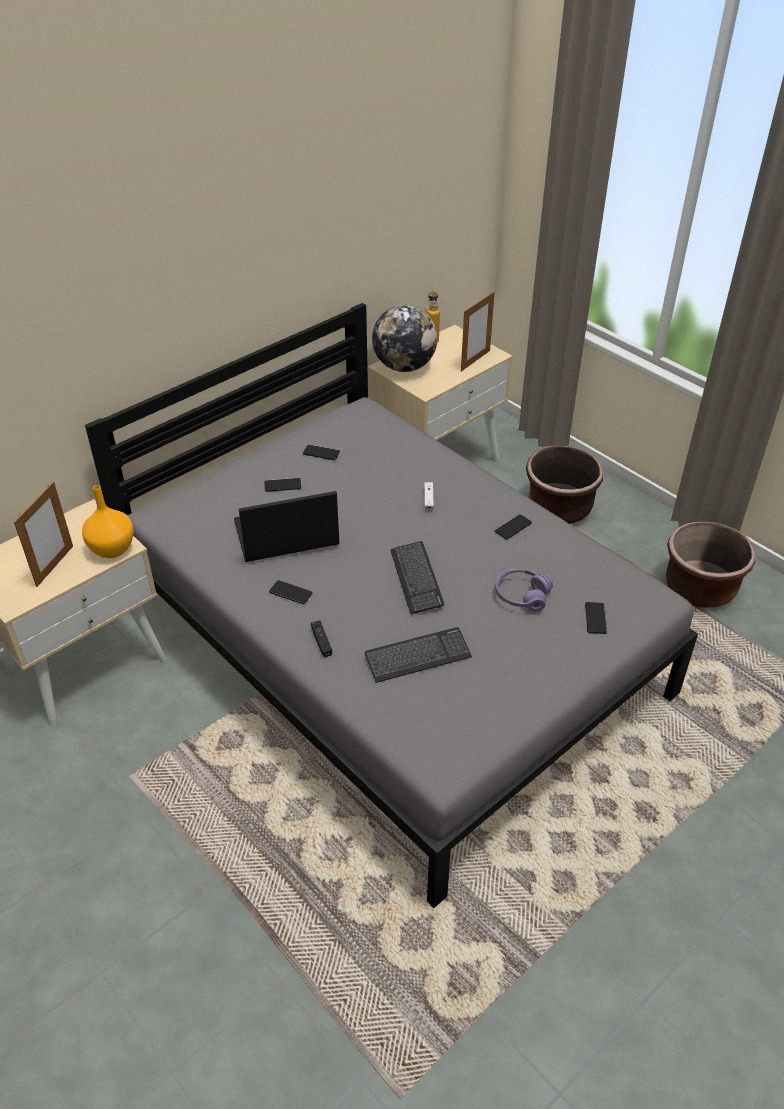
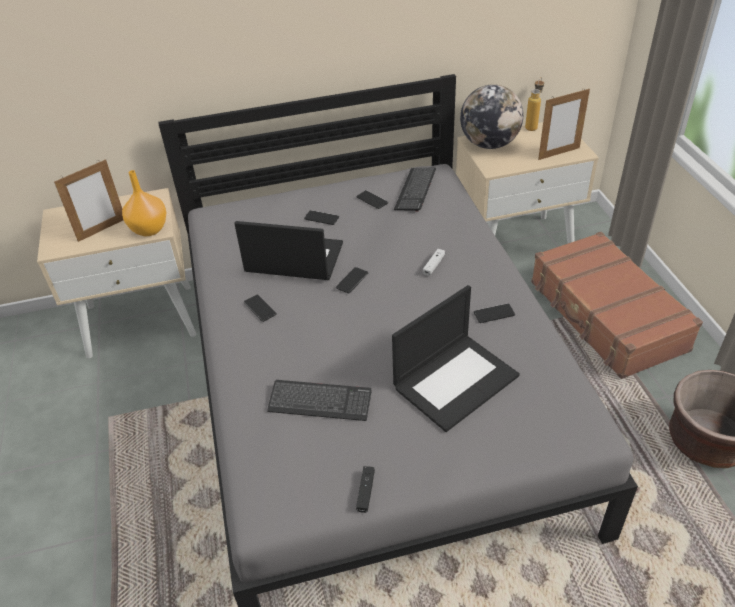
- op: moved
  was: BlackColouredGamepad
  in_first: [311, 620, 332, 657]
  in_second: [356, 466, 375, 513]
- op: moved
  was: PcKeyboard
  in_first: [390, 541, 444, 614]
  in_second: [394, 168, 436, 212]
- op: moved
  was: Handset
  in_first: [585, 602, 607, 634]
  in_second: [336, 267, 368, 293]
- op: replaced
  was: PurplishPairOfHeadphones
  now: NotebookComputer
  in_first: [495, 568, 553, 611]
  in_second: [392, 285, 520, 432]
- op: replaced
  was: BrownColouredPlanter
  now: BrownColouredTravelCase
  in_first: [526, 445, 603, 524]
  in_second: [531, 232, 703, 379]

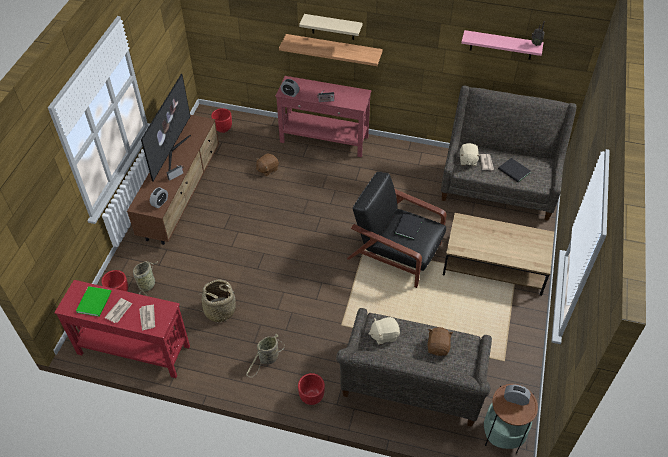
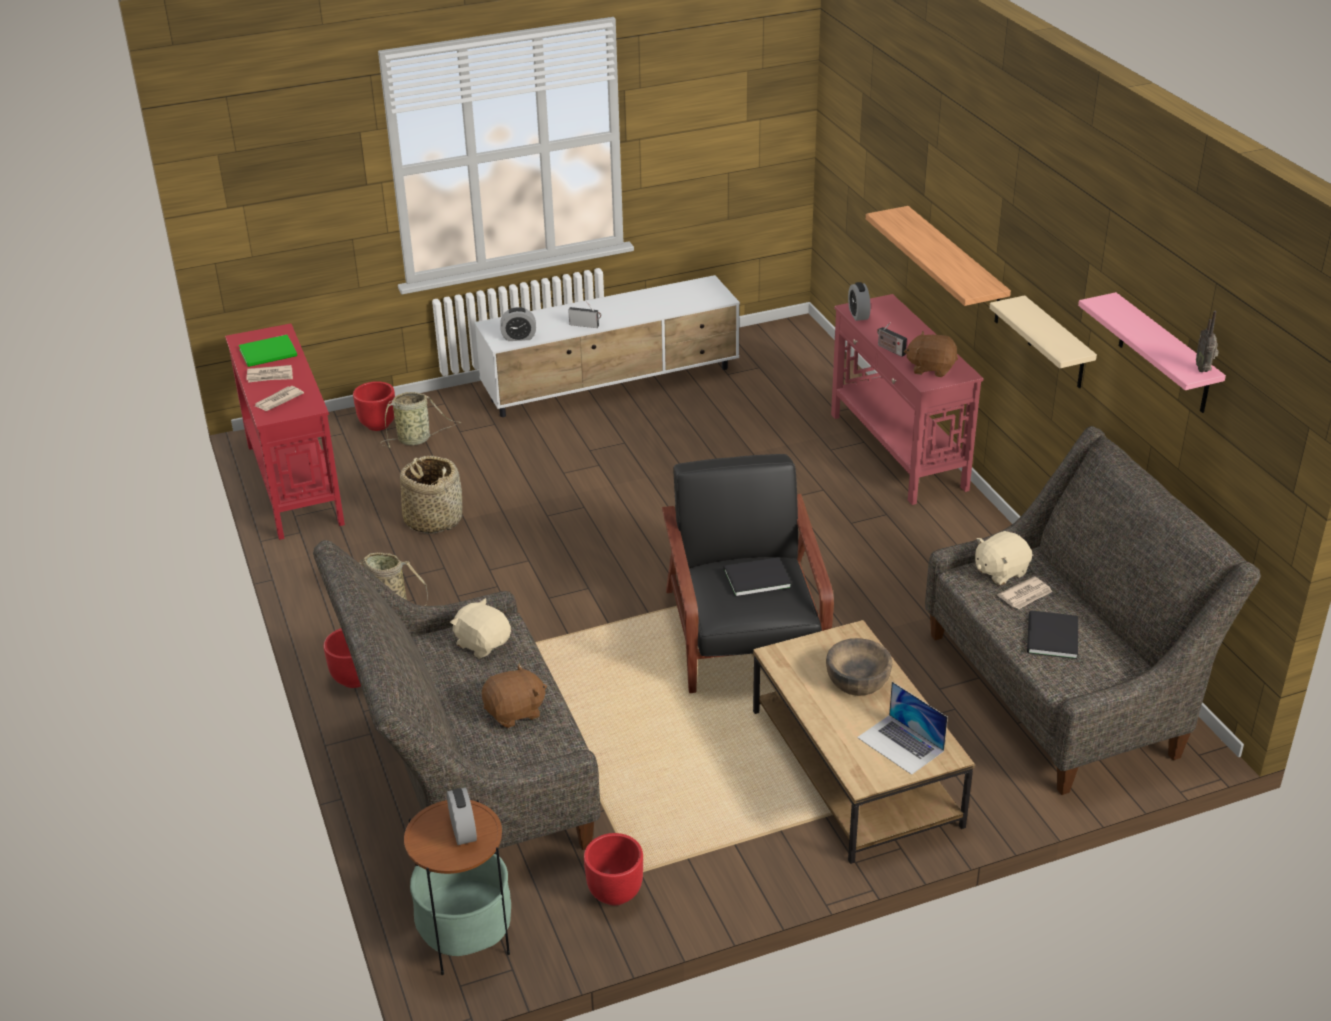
- op: removed
  was: TvSet
  in_first: [141, 74, 191, 182]
- op: added
  now: BrownColouredServingBowl
  in_second: [826, 638, 892, 696]
- op: added
  now: NotebookComputer
  in_second: [857, 682, 948, 775]
- op: moved
  was: ReddishPlanter
  in_first: [211, 108, 232, 133]
  in_second: [584, 833, 643, 906]
- op: moved
  was: BrownColouredCuddlyToy
  in_first: [256, 153, 279, 176]
  in_second: [904, 331, 958, 377]
- op: moved
  was: SandColouredWallShelf
  in_first: [299, 14, 363, 40]
  in_second: [989, 295, 1097, 388]
- op: recoloured
  was: BrownColouredTvStand
  now: WhiteColouredTvStand
  in_first: [127, 115, 219, 245]
  in_second: [474, 275, 740, 417]

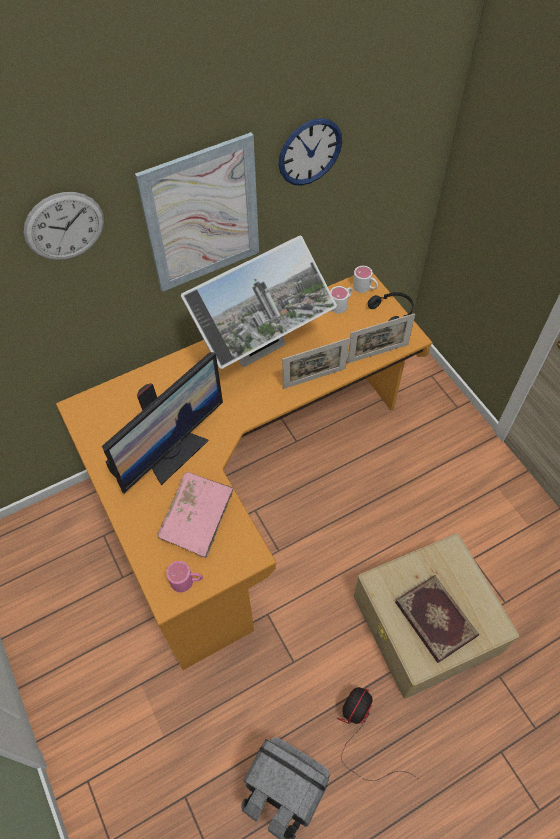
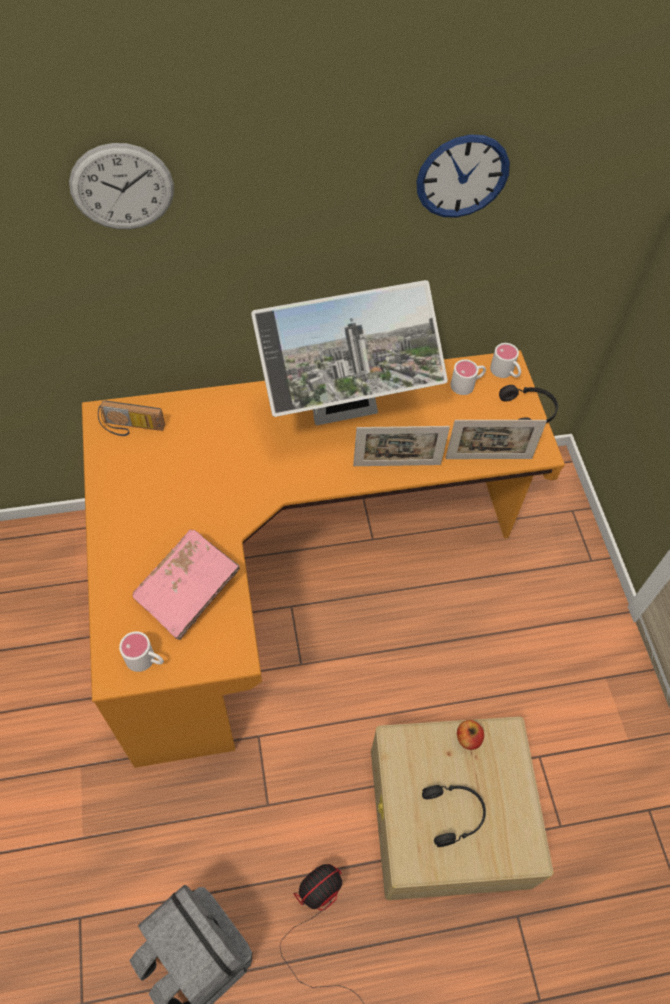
- op: removed
  was: Monitor
  in_first: [102, 352, 223, 493]
- op: removed
  was: WallArt
  in_first: [135, 132, 259, 292]
- op: added
  now: RadioReceiver
  in_second: [98, 400, 165, 436]
- op: added
  now: Apple
  in_second: [457, 720, 484, 750]
- op: replaced
  was: Book
  now: BlackColouredPairOfHeadphones
  in_first: [395, 575, 479, 663]
  in_second: [422, 785, 486, 847]
- op: recoloured
  was: PinkColouredCoffeeMug
  now: WhiteColouredCoffeeMug
  in_first: [166, 561, 203, 592]
  in_second: [119, 631, 164, 672]

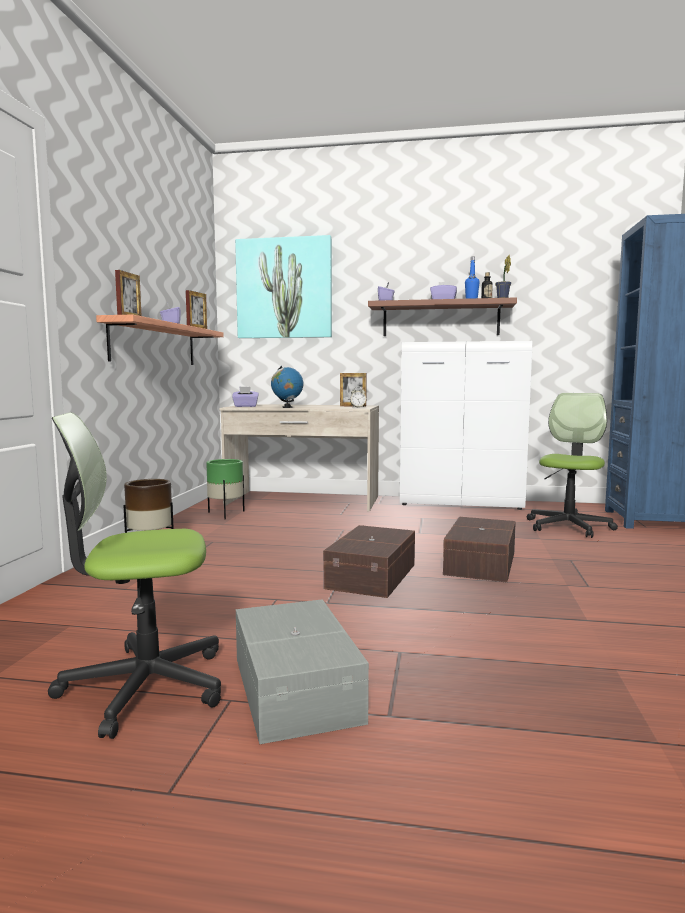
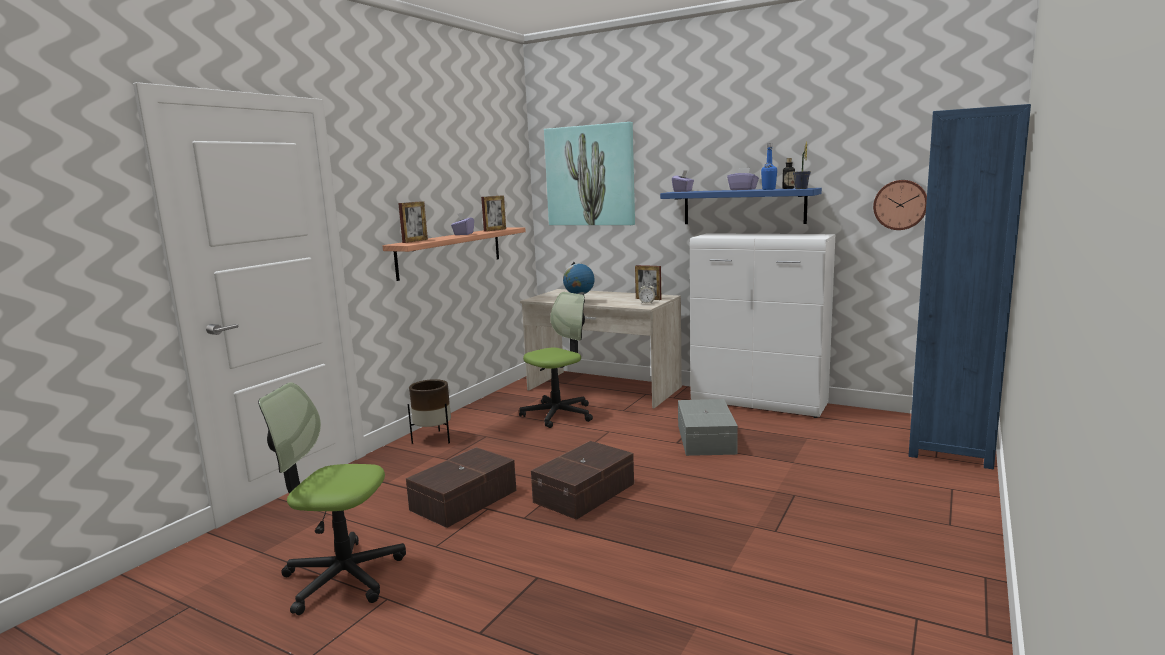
- op: removed
  was: GreenishPlanter
  in_first: [206, 459, 245, 519]
- op: removed
  was: PurplishBoxOfTissues
  in_first: [232, 387, 259, 407]
- op: added
  now: HangingClock
  in_second: [873, 180, 927, 230]
- op: moved
  was: GrayStorageContainer
  in_first: [236, 599, 369, 744]
  in_second: [678, 399, 738, 456]
- op: moved
  was: BrownColouredStorageContainer
  in_first: [443, 517, 516, 583]
  in_second: [406, 447, 516, 528]
- op: moved
  was: ComputerChair
  in_first: [527, 393, 618, 538]
  in_second: [519, 292, 593, 428]
- op: recoloured
  was: BrownColouredWallShelf
  now: BlueWallShelf
  in_first: [368, 297, 517, 336]
  in_second: [660, 188, 822, 224]

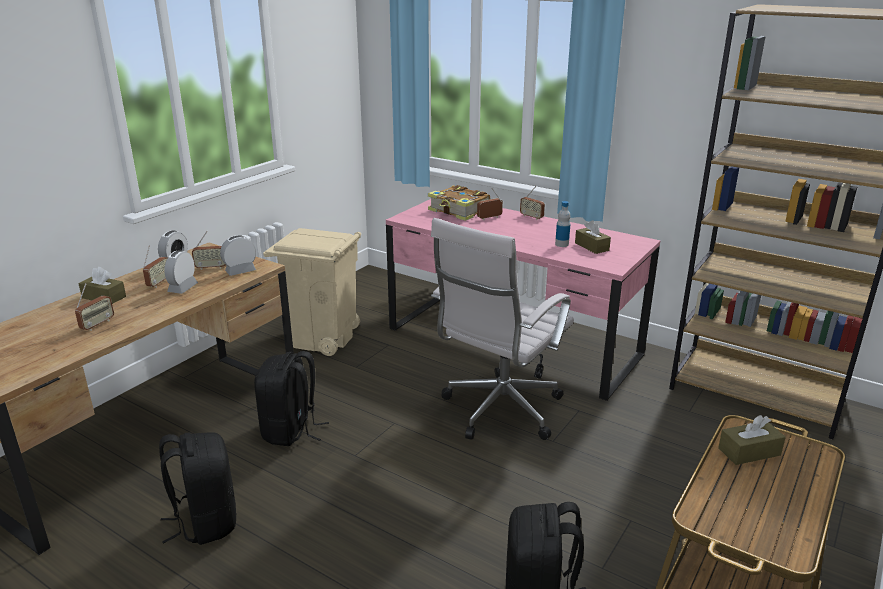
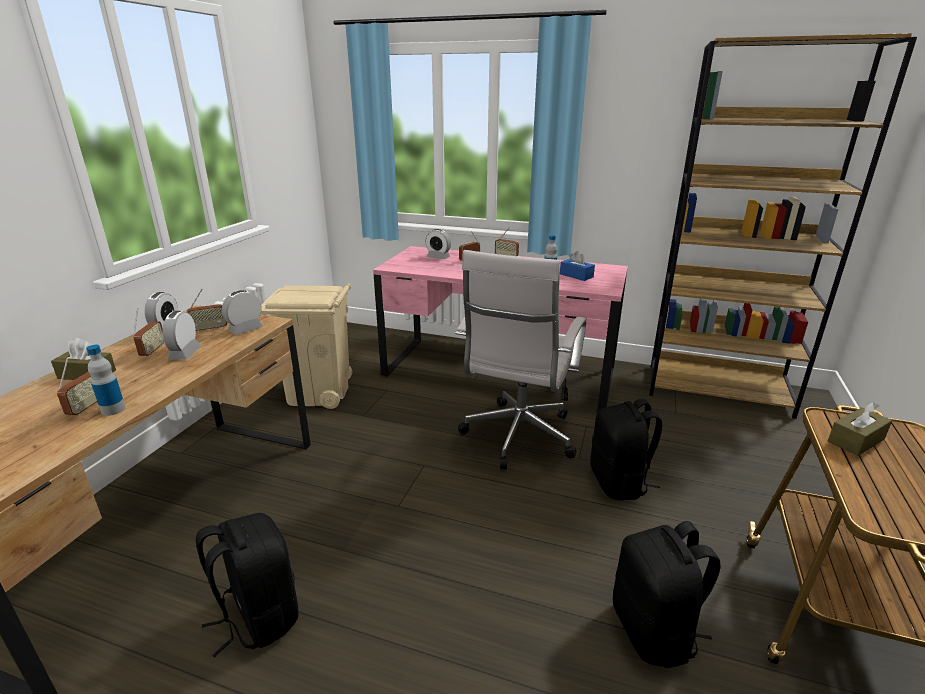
- op: added
  now: DrinkBottle
  in_second: [86, 345, 126, 416]
- op: moved
  was: BlackColouredRucksack
  in_first: [254, 351, 329, 446]
  in_second: [590, 399, 662, 500]
- op: replaced
  was: Book
  now: AlarmClock
  in_first: [428, 185, 490, 221]
  in_second: [425, 229, 451, 259]
- op: recoloured
  was: BrownColouredBoxOfTissues
  now: BlueBoxOfTissues
  in_first: [575, 220, 611, 254]
  in_second: [560, 251, 595, 281]

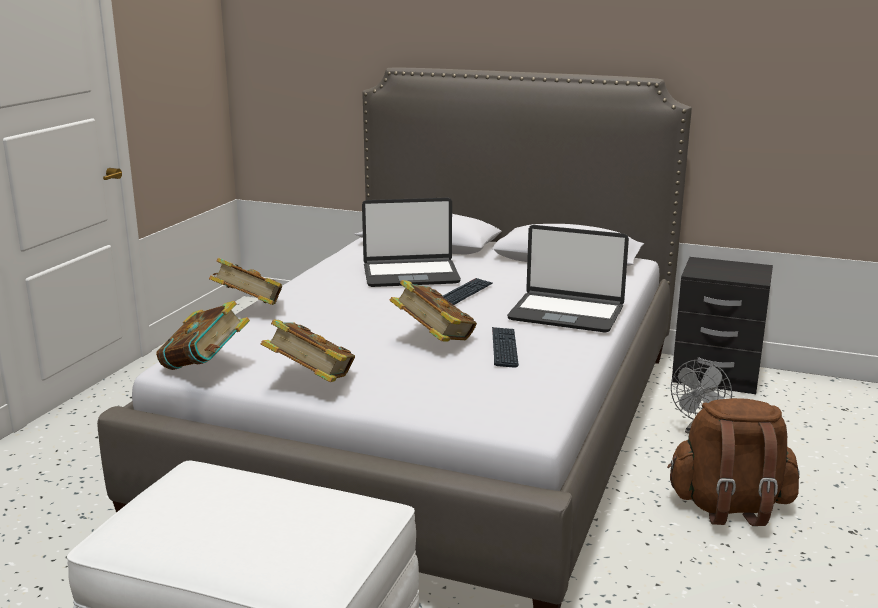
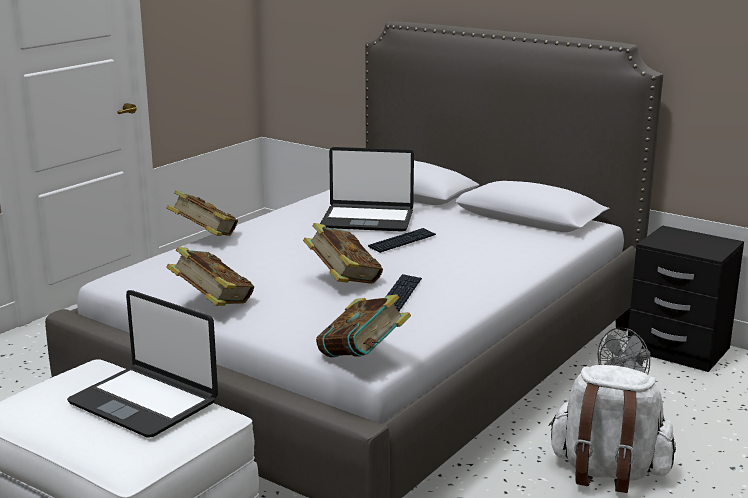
- op: moved
  was: Book
  in_first: [156, 301, 250, 370]
  in_second: [316, 294, 411, 357]
- op: moved
  was: NotebookComputer
  in_first: [507, 225, 629, 333]
  in_second: [67, 290, 218, 437]
- op: recoloured
  was: BrownColouredRucksack
  now: WhiteColouredRucksack
  in_first: [667, 398, 800, 526]
  in_second: [548, 365, 676, 493]

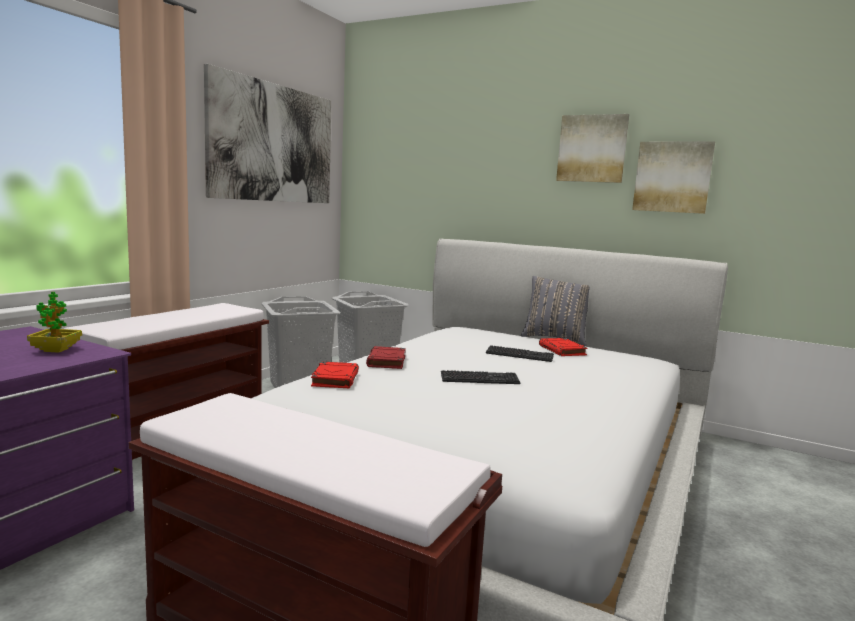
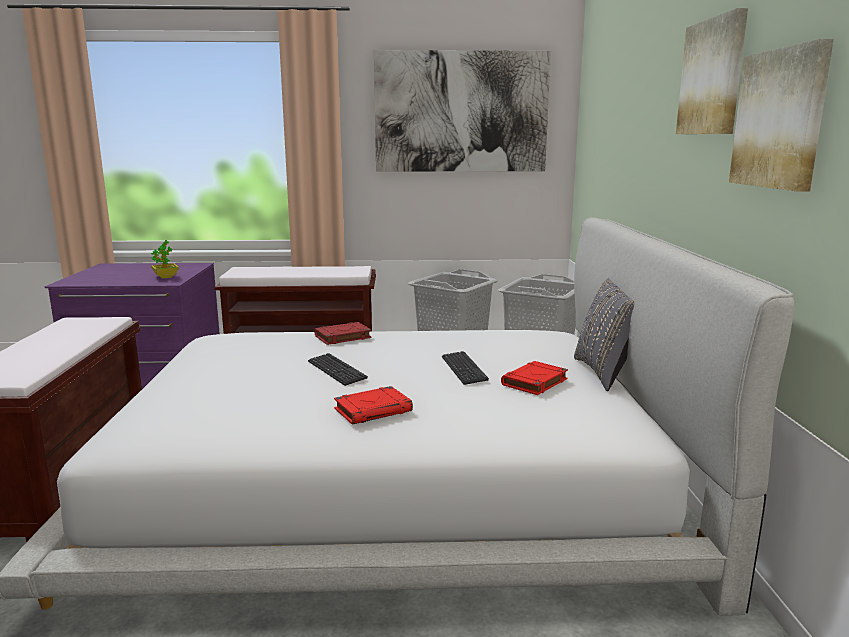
- op: moved
  was: ReddishBook
  in_first: [311, 362, 359, 388]
  in_second: [334, 386, 413, 425]

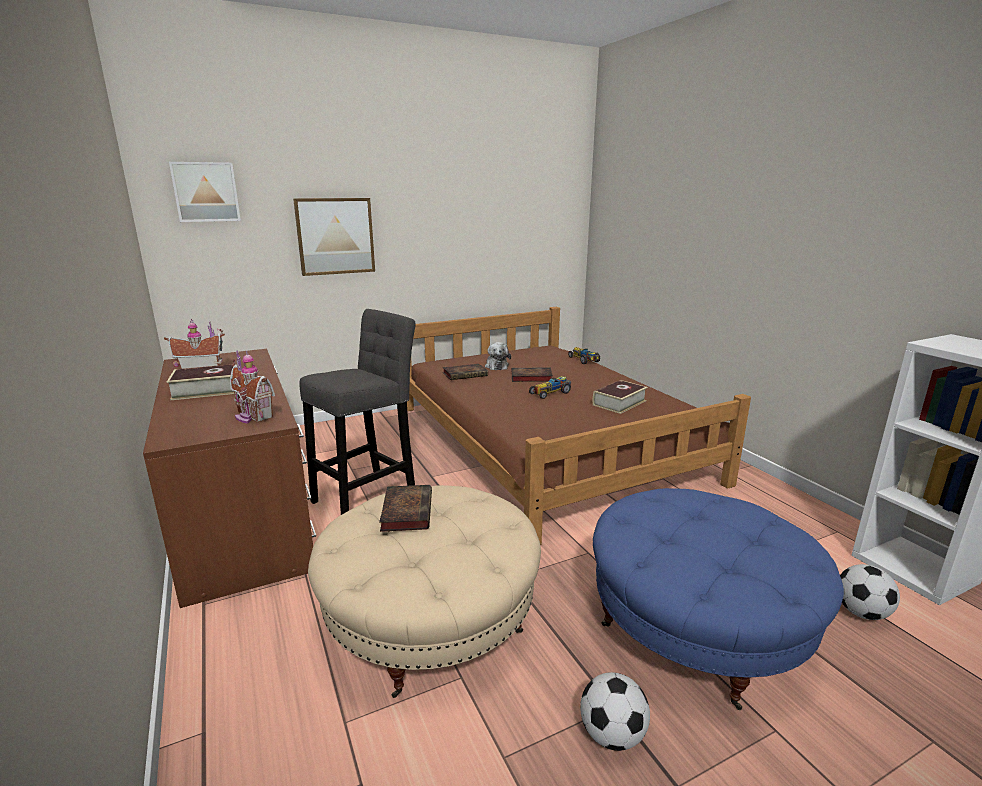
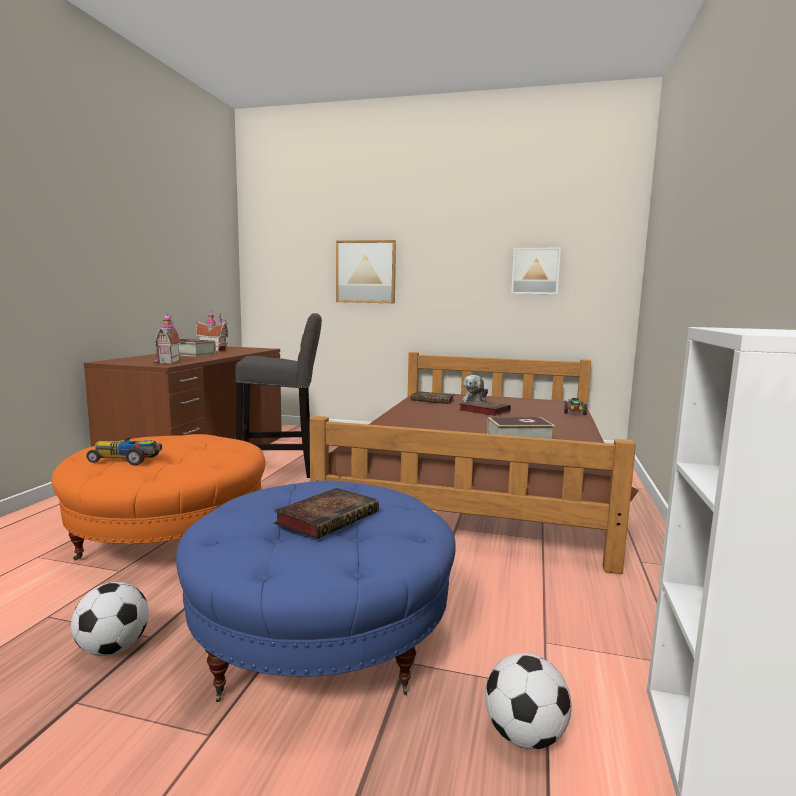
- op: moved
  was: WallArt
  in_first: [169, 162, 241, 222]
  in_second: [511, 248, 561, 294]
- op: moved
  was: Book
  in_first: [379, 485, 432, 532]
  in_second: [274, 488, 379, 539]
- op: moved
  was: ModelCar
  in_first: [529, 376, 571, 399]
  in_second: [87, 438, 162, 466]
- op: recoloured
  was: SandColouredFootrest
  now: OrangeFootrest
  in_first: [308, 485, 541, 698]
  in_second: [51, 434, 265, 561]

